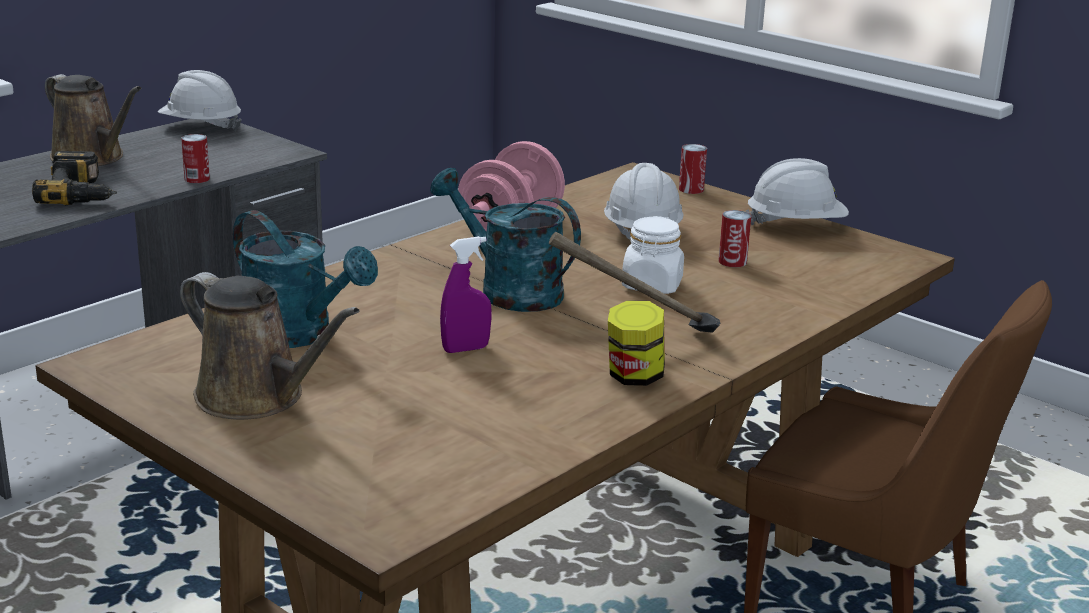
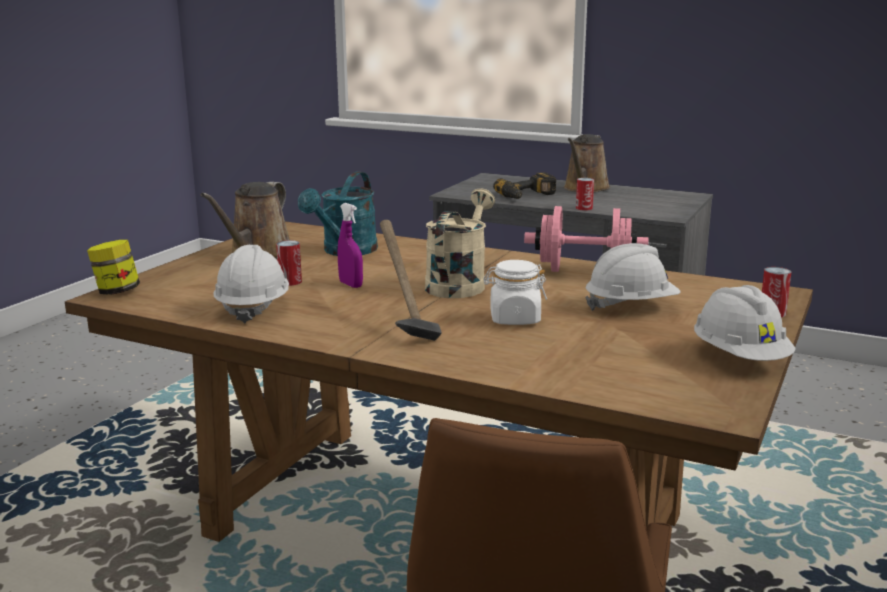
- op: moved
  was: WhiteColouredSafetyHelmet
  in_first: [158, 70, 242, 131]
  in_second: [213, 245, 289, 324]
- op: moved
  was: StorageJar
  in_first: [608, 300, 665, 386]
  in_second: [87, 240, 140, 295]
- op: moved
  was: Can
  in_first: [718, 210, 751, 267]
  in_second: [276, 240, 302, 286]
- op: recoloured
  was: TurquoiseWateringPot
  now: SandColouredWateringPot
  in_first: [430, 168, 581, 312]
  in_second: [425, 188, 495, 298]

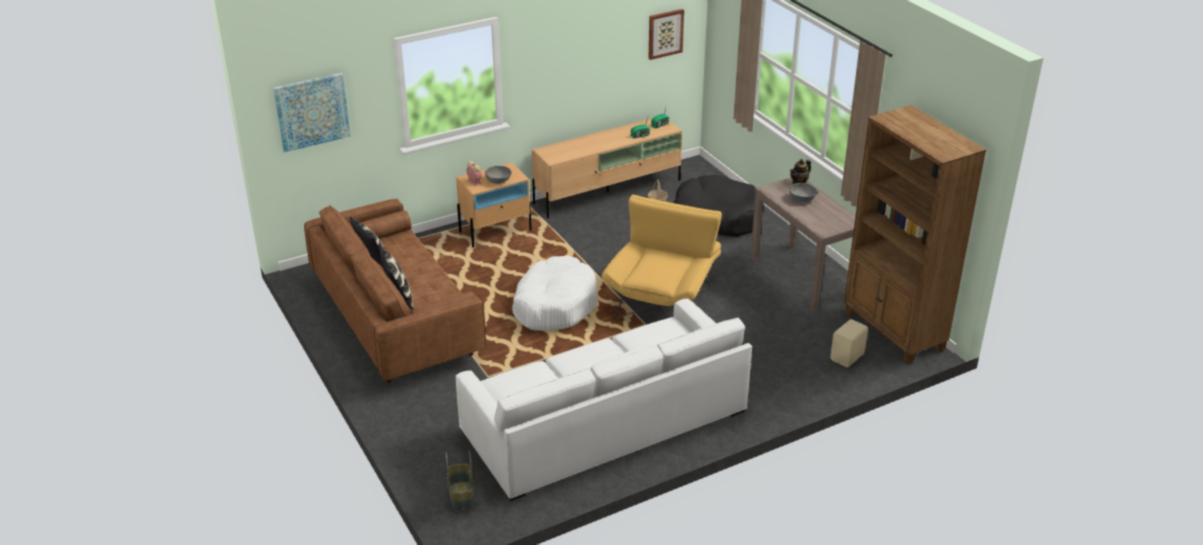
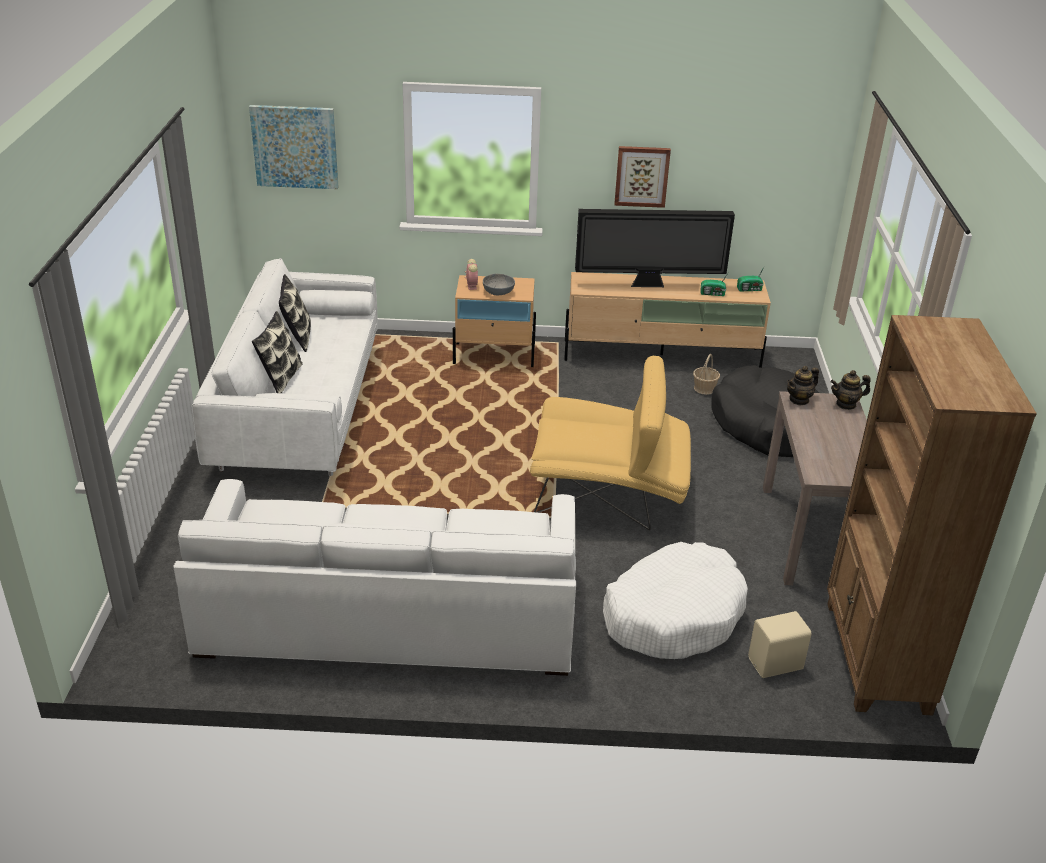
- op: removed
  was: HouseholdBasket
  in_first: [446, 450, 474, 511]
- op: removed
  was: GrayServingBowl
  in_first: [789, 183, 817, 202]
- op: added
  now: TvSet
  in_second: [575, 209, 735, 287]
- op: added
  now: TeaPot
  in_second: [787, 366, 819, 405]
- op: moved
  was: WhiteColouredDogBed
  in_first: [512, 256, 598, 331]
  in_second: [603, 542, 748, 659]
- op: moved
  was: WallArt
  in_first: [648, 9, 684, 60]
  in_second: [614, 146, 671, 208]
- op: recoloured
  was: BrownColouredSofa
  now: WhiteColouredSofa
  in_first: [304, 199, 486, 383]
  in_second: [191, 258, 377, 476]
- op: turned
  was: YellowColouredEasyChair
  in_first: [602, 194, 722, 318]
  in_second: [530, 355, 691, 530]
  clockwise: 45

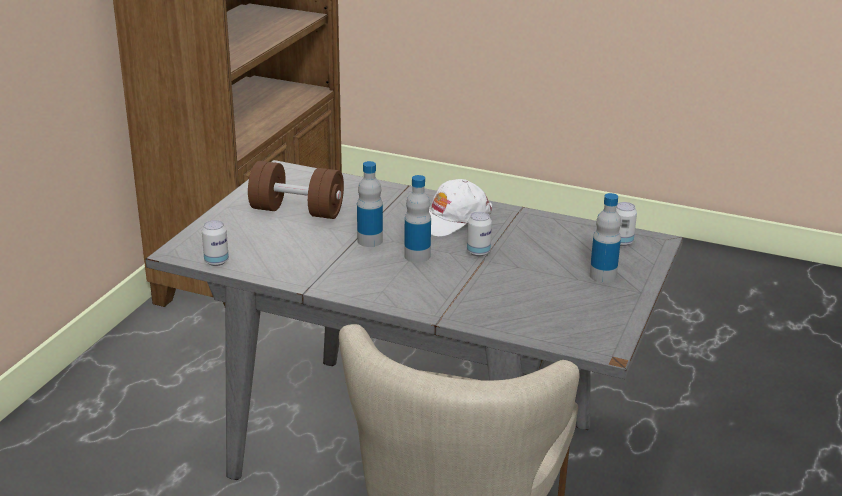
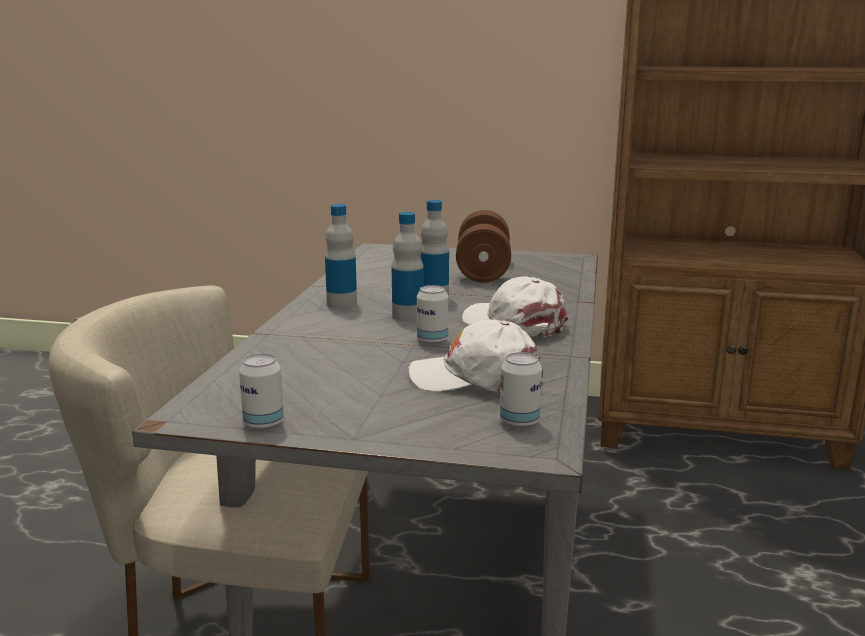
- op: added
  now: WhiteColouredCap
  in_second: [408, 319, 543, 392]
- op: moved
  was: Can
  in_first: [202, 220, 229, 266]
  in_second: [239, 354, 284, 430]
- op: moved
  was: DrinkBottle
  in_first: [590, 193, 621, 283]
  in_second: [325, 204, 357, 309]

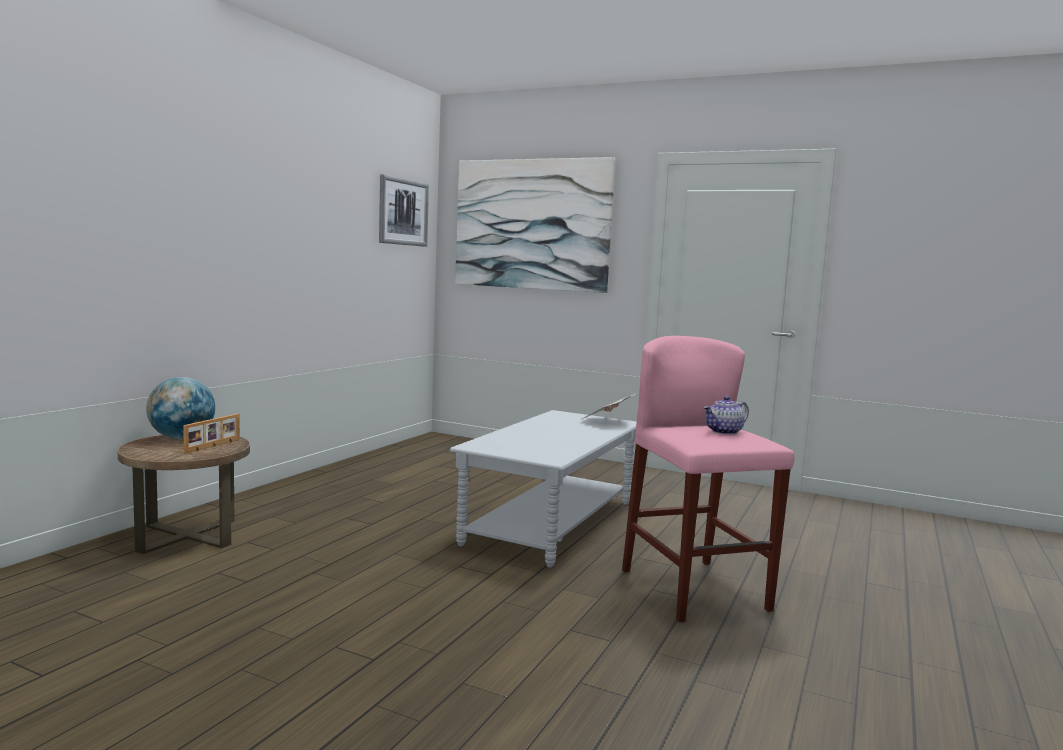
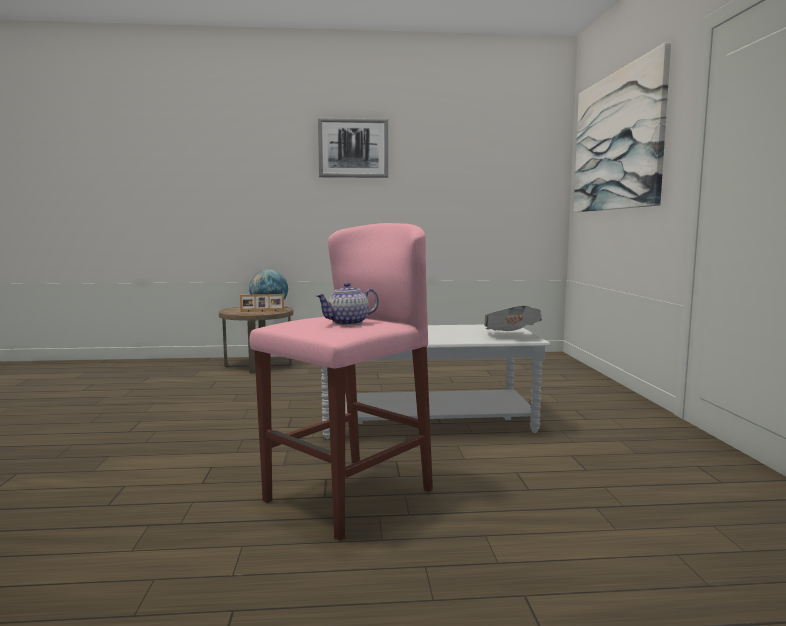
- op: moved
  was: WallArt
  in_first: [379, 174, 429, 247]
  in_second: [318, 118, 388, 178]
- op: turned
  was: TeaPot
  in_first: [703, 396, 749, 435]
  in_second: [315, 282, 379, 325]
  clockwise: -60

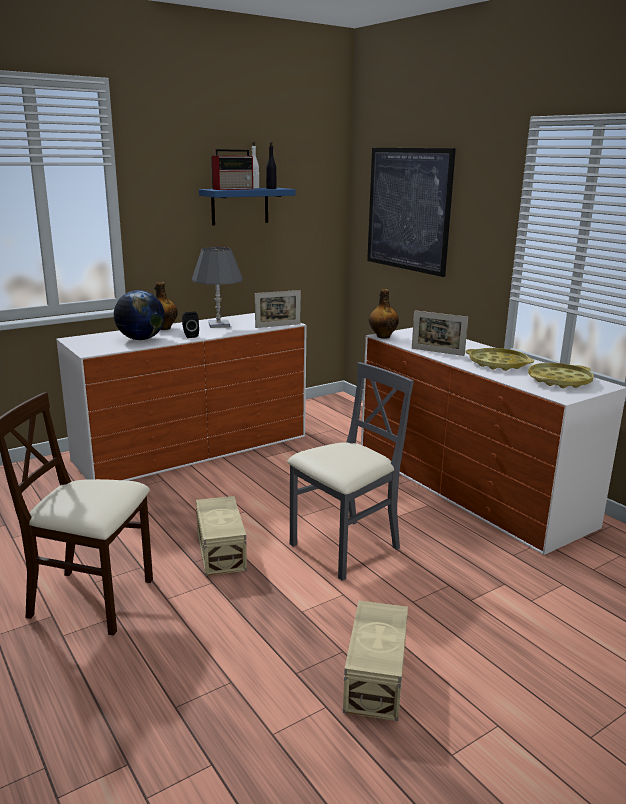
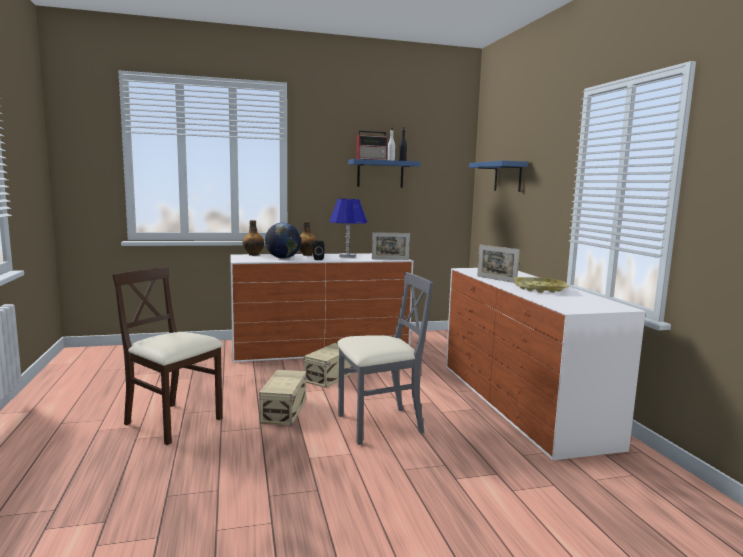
- op: removed
  was: YellowColouredServingTray
  in_first: [528, 363, 594, 388]
- op: moved
  was: SandColouredStorageContainer
  in_first: [343, 600, 408, 721]
  in_second: [304, 343, 353, 388]
- op: moved
  was: DrinkBottle
  in_first: [369, 289, 399, 339]
  in_second: [242, 220, 264, 256]
- op: replaced
  was: WallArt
  now: BlueWallShelf
  in_first: [367, 148, 456, 277]
  in_second: [469, 161, 528, 192]
- op: recoloured
  was: GrayTabletopLamp
  now: BlueTabletopLamp
  in_first: [191, 247, 243, 328]
  in_second: [329, 199, 367, 258]

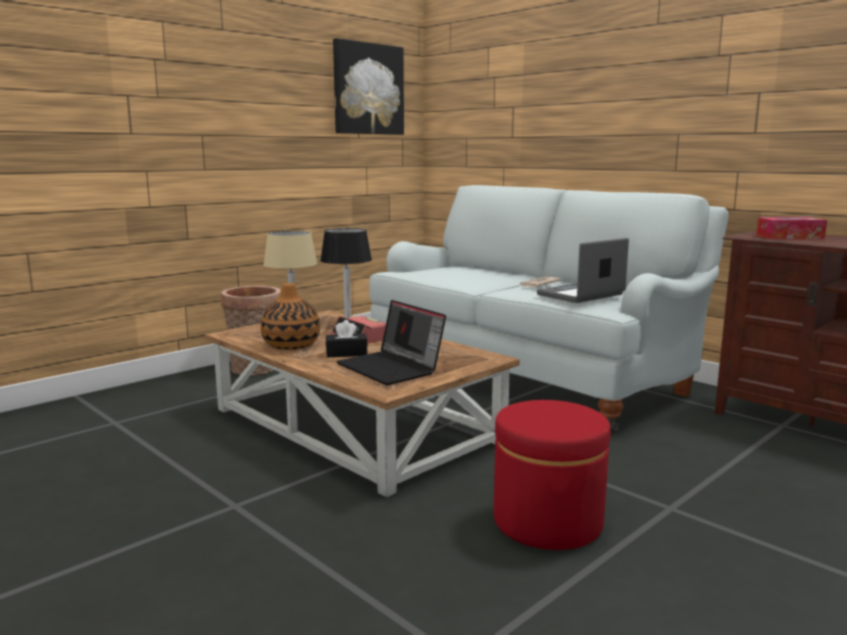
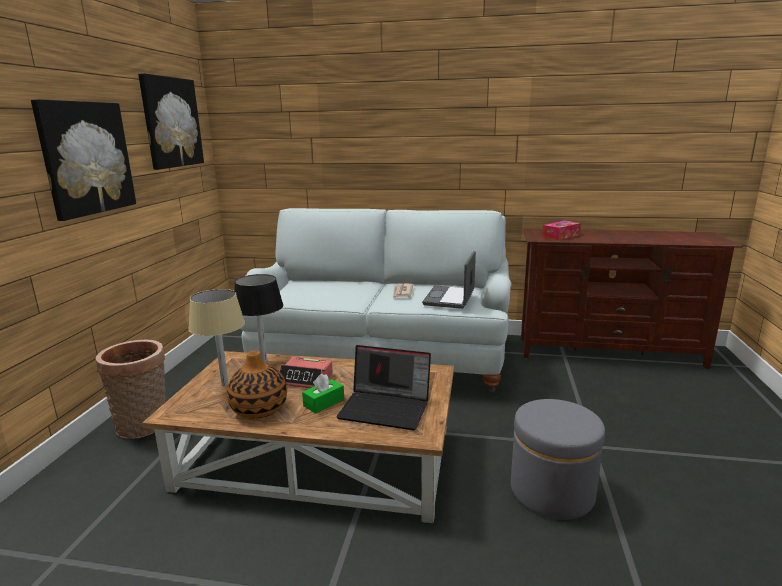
- op: added
  now: WallArt
  in_second: [31, 99, 136, 221]
- op: recoloured
  was: BlackColouredBoxOfTissues
  now: GreenishBoxOfTissues
  in_first: [326, 320, 368, 357]
  in_second: [302, 374, 344, 413]
- op: recoloured
  was: ReddishFootrest
  now: GrayFootrest
  in_first: [494, 400, 611, 550]
  in_second: [511, 399, 605, 520]

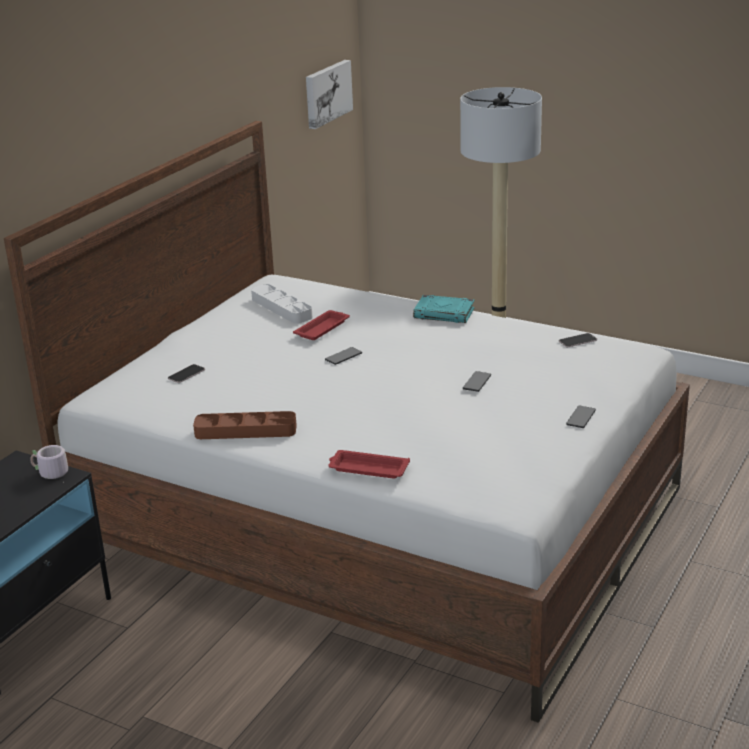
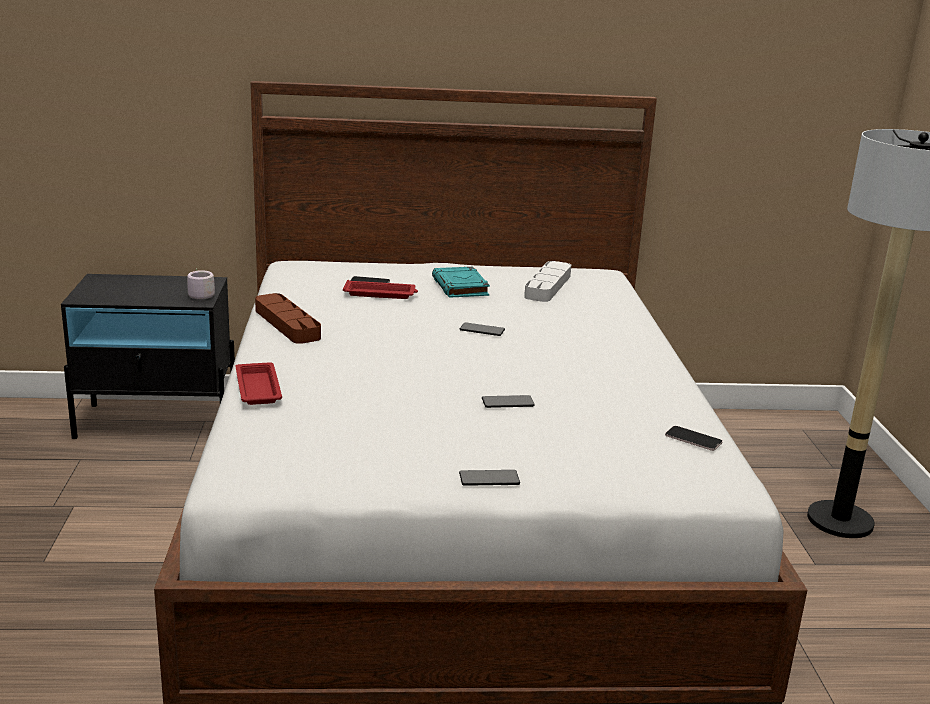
- op: removed
  was: WallArt
  in_first: [306, 60, 353, 129]
- op: moved
  was: ReddishServingTray
  in_first: [293, 310, 350, 340]
  in_second: [343, 280, 418, 299]
- op: moved
  was: TurquoiseBook
  in_first: [413, 295, 475, 323]
  in_second: [432, 267, 490, 297]

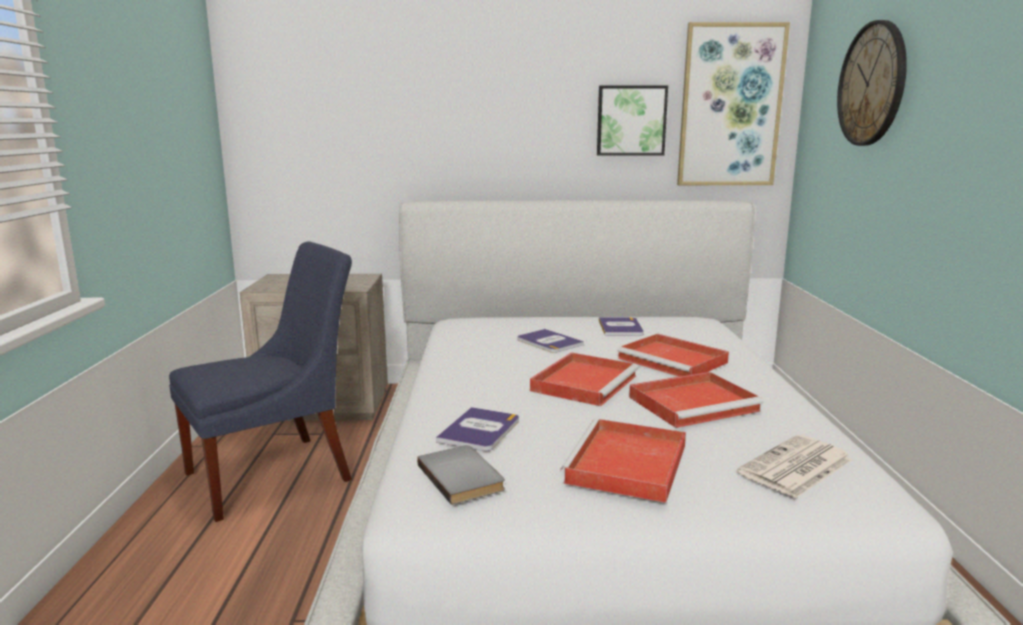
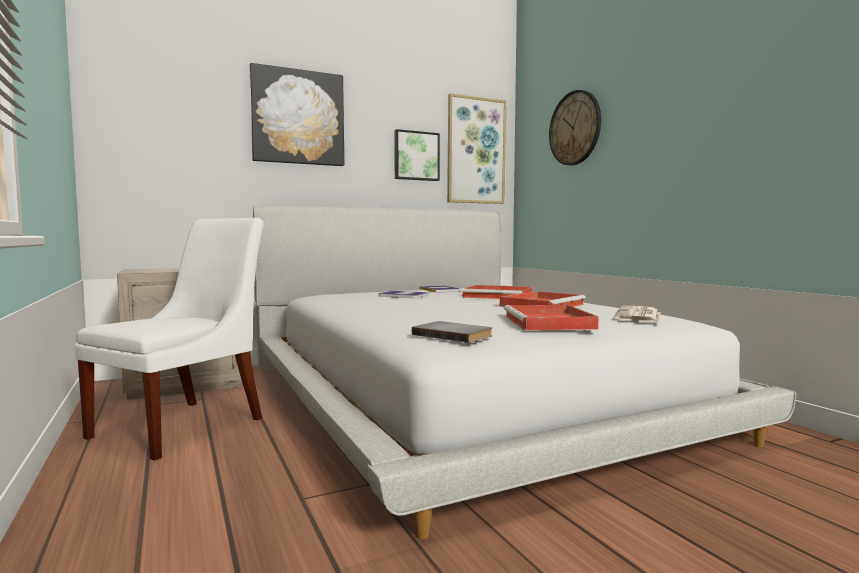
- op: removed
  was: Book
  in_first: [436, 407, 519, 451]
- op: removed
  was: ReddishServingTray
  in_first: [530, 352, 639, 406]
- op: added
  now: WallArt
  in_second: [250, 63, 344, 166]
- op: recoloured
  was: BlueUprightChair
  now: WhiteColouredUprightChair
  in_first: [169, 241, 352, 522]
  in_second: [75, 218, 264, 460]

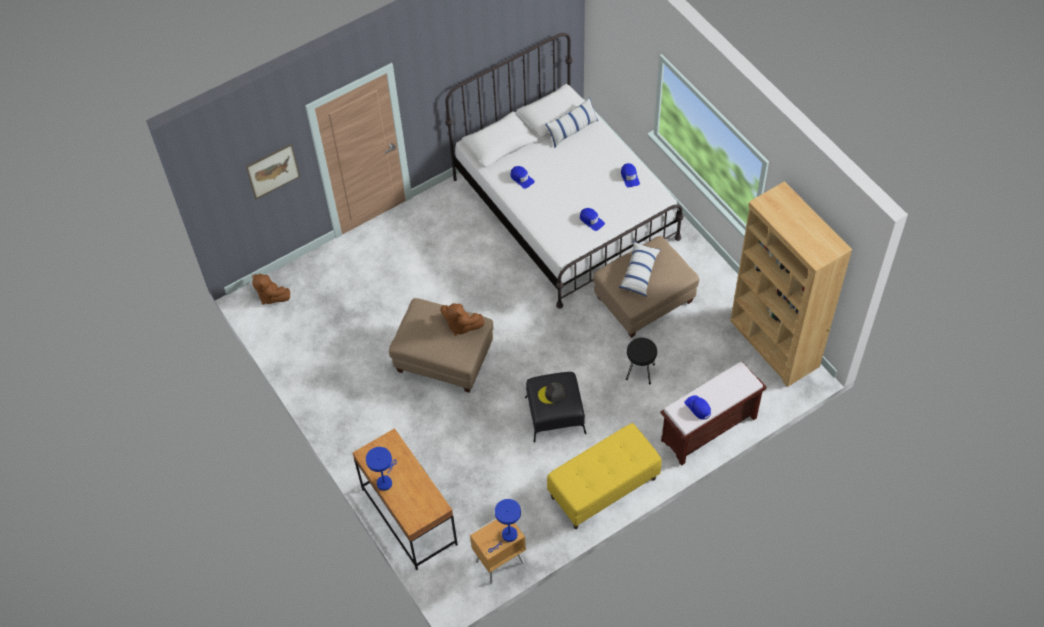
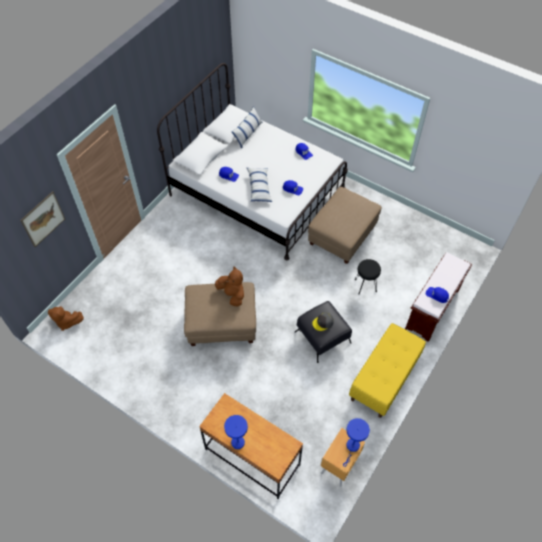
- op: removed
  was: BrownColouredBookshelf
  in_first: [730, 181, 852, 387]
- op: moved
  was: Cushion
  in_first: [619, 241, 661, 297]
  in_second: [247, 168, 272, 202]
- op: turned
  was: BrownColouredCuddlyToy
  in_first: [440, 303, 485, 336]
  in_second: [215, 267, 244, 307]
  clockwise: -135

